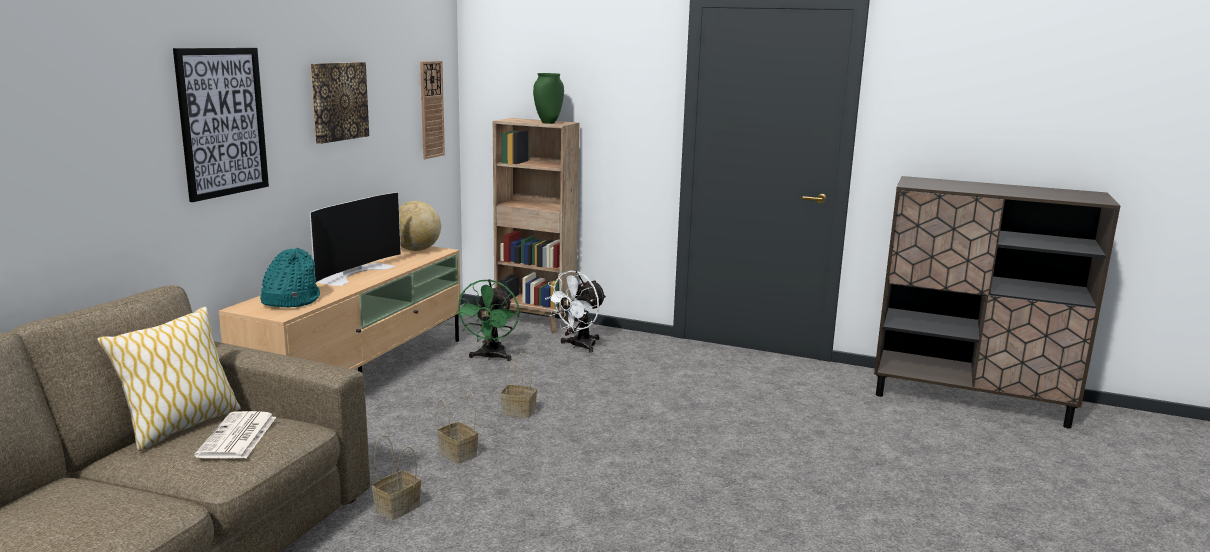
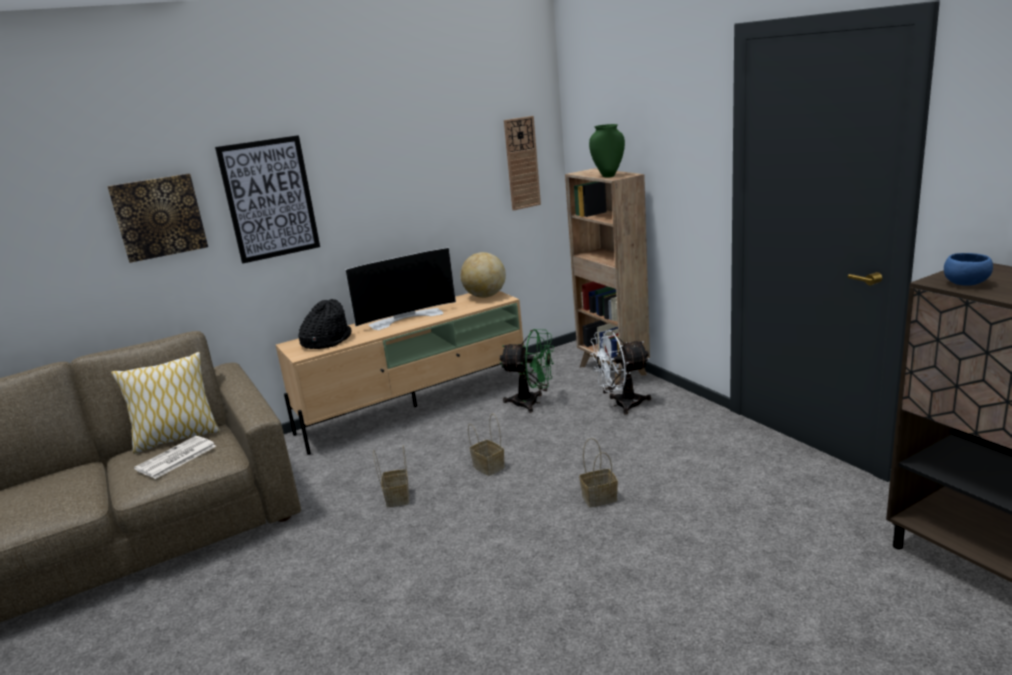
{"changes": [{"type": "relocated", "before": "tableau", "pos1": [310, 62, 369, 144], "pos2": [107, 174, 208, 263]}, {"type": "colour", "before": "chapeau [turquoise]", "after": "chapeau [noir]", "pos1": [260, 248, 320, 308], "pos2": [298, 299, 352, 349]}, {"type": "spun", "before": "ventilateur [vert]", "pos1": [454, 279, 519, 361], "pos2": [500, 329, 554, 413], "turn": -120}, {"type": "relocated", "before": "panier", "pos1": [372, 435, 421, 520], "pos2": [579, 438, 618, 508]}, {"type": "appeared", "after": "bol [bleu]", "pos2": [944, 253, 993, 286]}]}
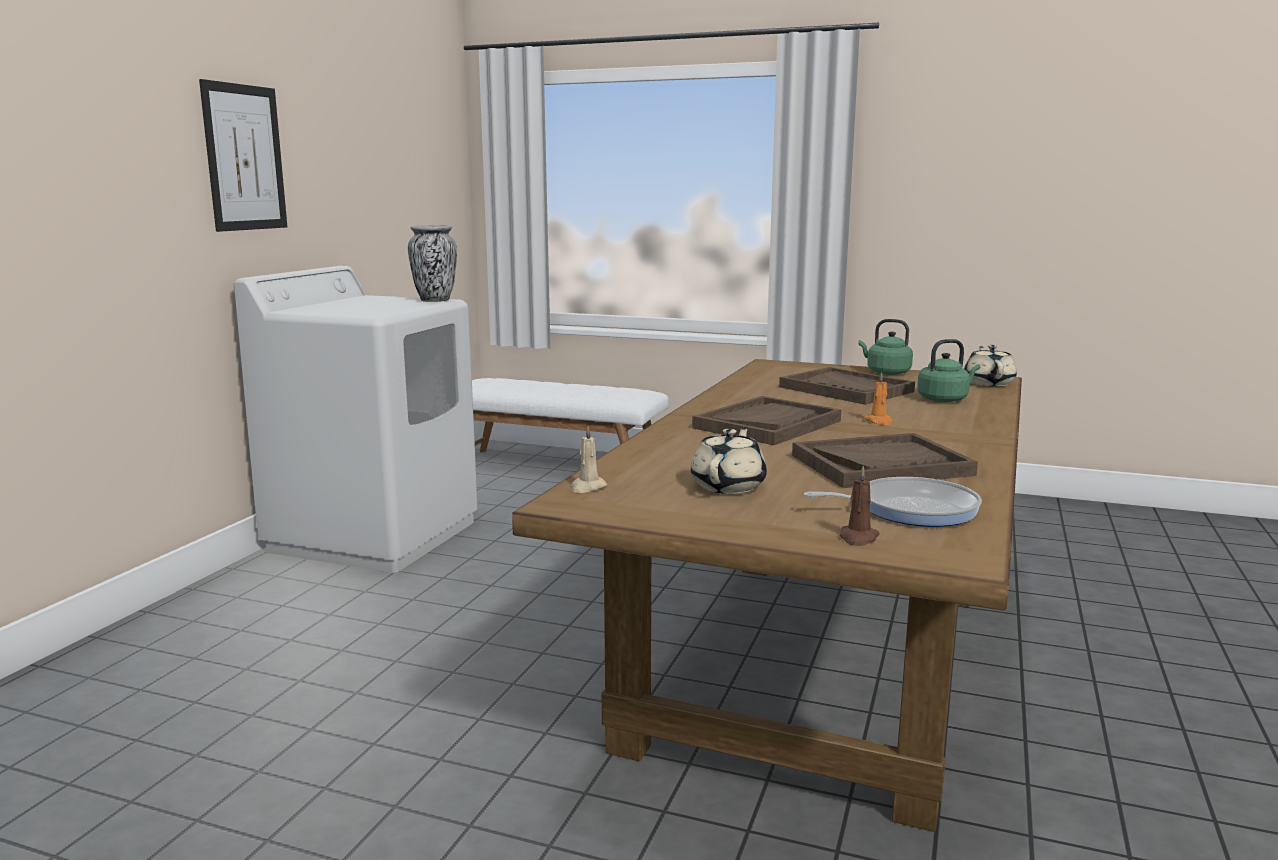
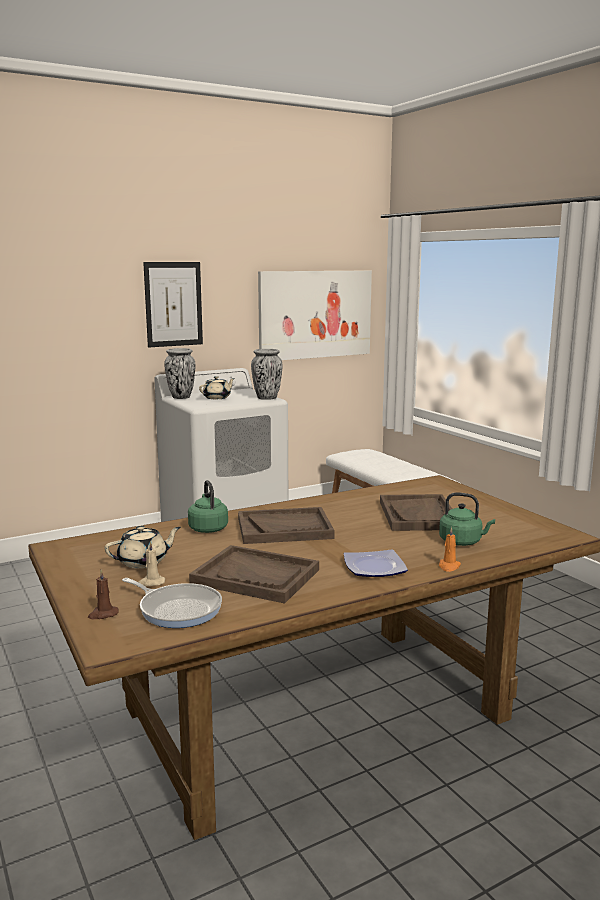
{"changes": [{"type": "relocated", "before": "bougie [beige]", "pos1": [571, 425, 607, 493], "pos2": [139, 541, 165, 586]}, {"type": "appeared", "after": "vase", "pos2": [164, 348, 195, 399]}, {"type": "relocated", "before": "bouilloire [vert]", "pos1": [859, 319, 913, 375], "pos2": [188, 480, 228, 533]}, {"type": "relocated", "before": "théière [beige]", "pos1": [964, 345, 1017, 387], "pos2": [199, 376, 235, 399]}, {"type": "appeared", "after": "tableau", "pos2": [258, 270, 372, 360]}, {"type": "appeared", "after": "assiette", "pos2": [344, 550, 408, 577]}, {"type": "relocated", "before": "bougie [orange]", "pos1": [864, 372, 892, 425], "pos2": [439, 527, 461, 572]}]}
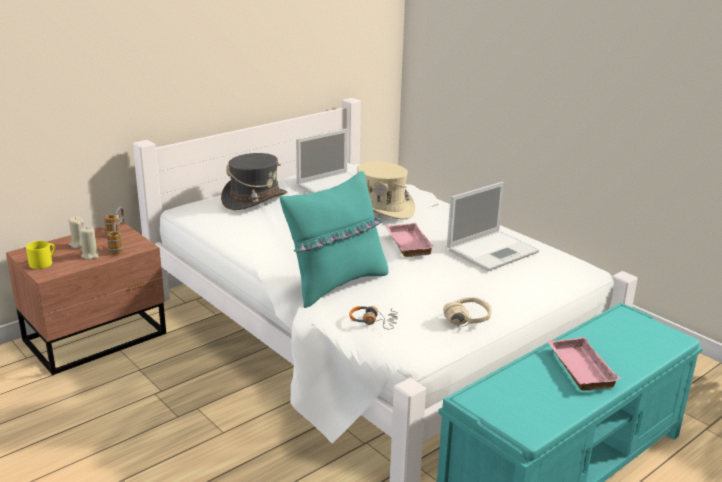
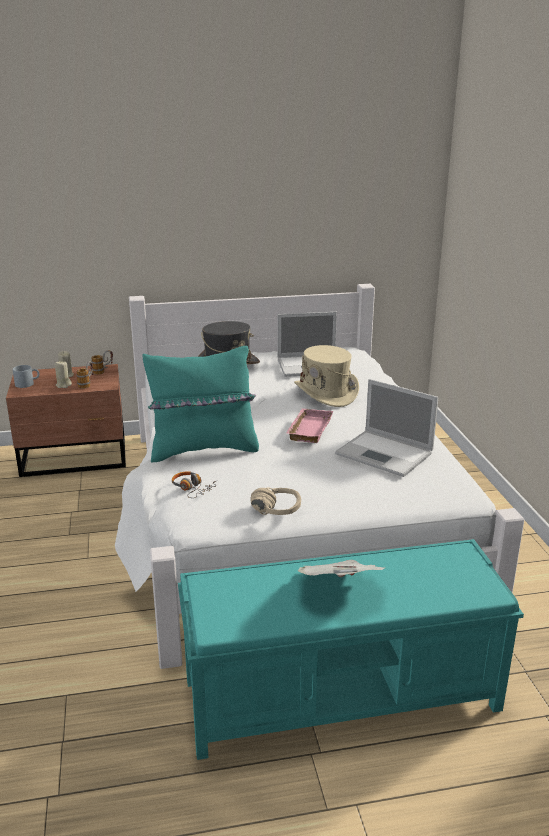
{"changes": [{"type": "colour", "before": "mug [jaune]", "after": "mug [gris]", "pos1": [26, 241, 56, 269], "pos2": [13, 365, 40, 388]}, {"type": "exchanged", "before": "plateau [rose]", "after": "journal", "pos1": [547, 337, 621, 391], "pos2": [297, 560, 384, 577]}, {"type": "spun", "before": "ordinateur portable", "pos1": [447, 182, 539, 271], "pos2": [335, 379, 438, 477], "turn": 45}]}
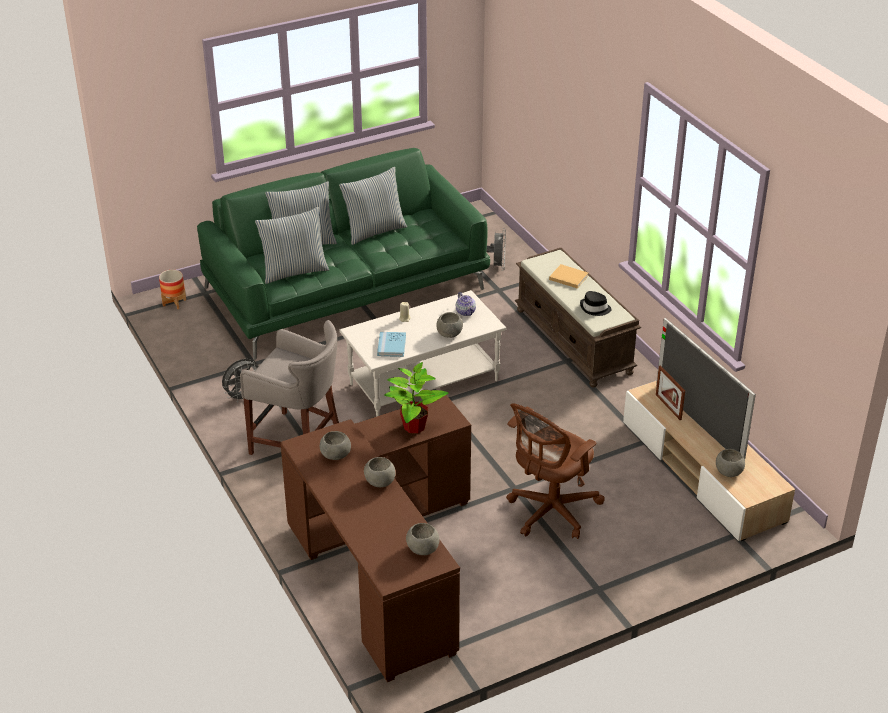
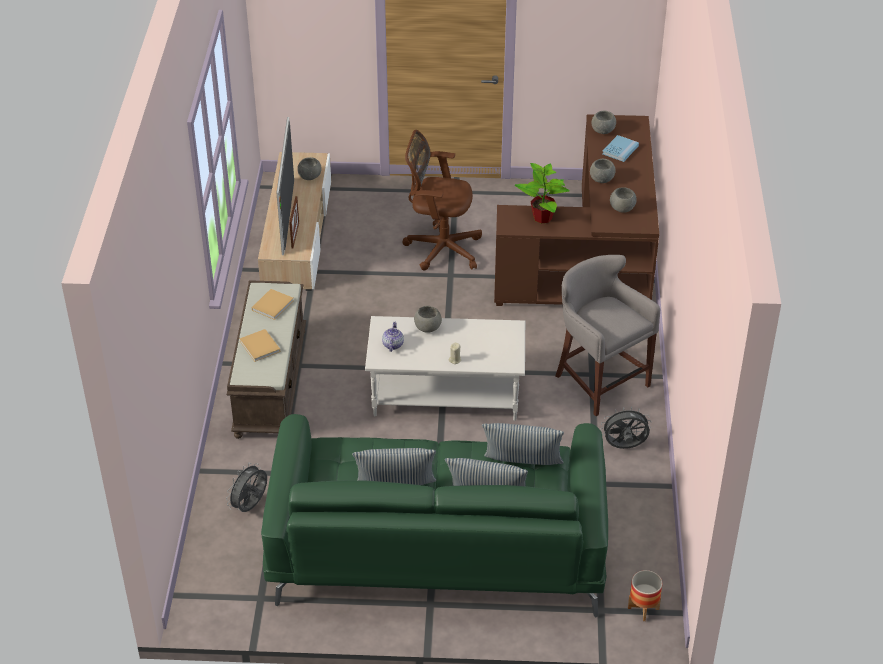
{"changes": [{"type": "exchanged", "before": "chapeau [noir]", "after": "livre [beige]", "pos1": [580, 291, 612, 316], "pos2": [252, 289, 294, 320]}, {"type": "spun", "before": "chaise de bureau [marron]", "pos1": [506, 403, 605, 539], "pos2": [402, 130, 482, 270], "turn": -150}, {"type": "relocated", "before": "livre [bleu]", "pos1": [377, 332, 406, 357], "pos2": [602, 135, 639, 162]}]}
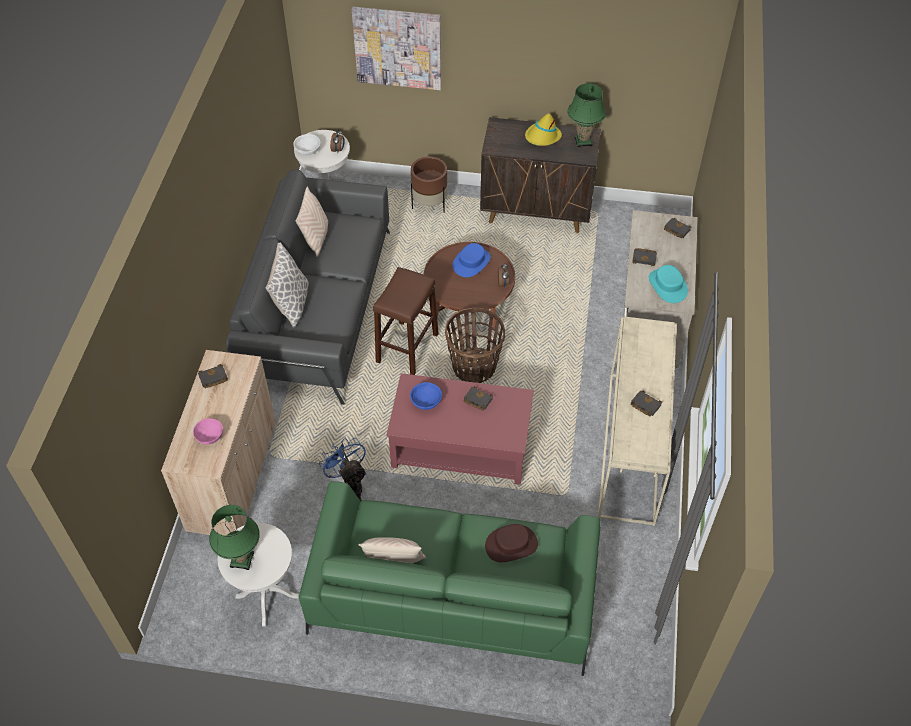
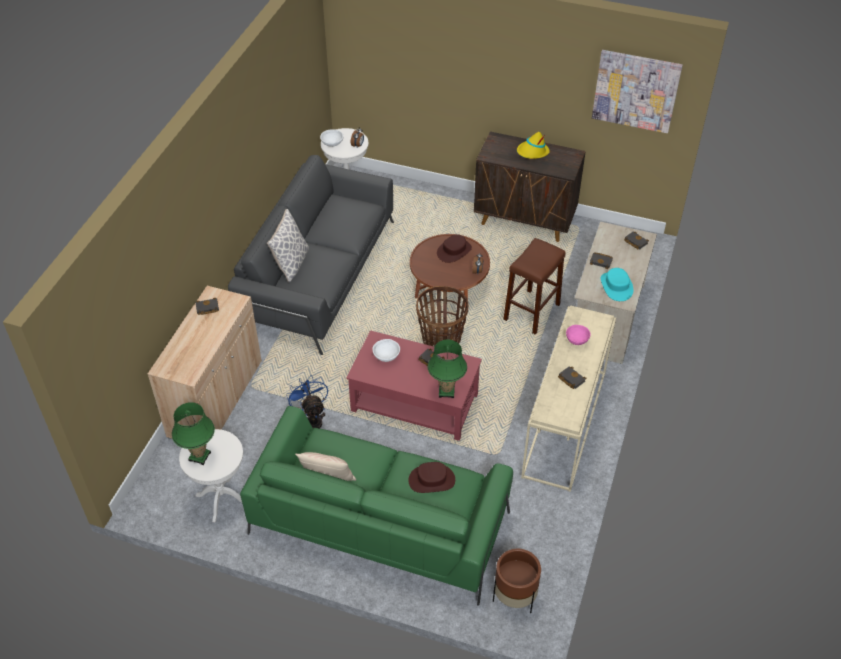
{"changes": [{"type": "colour", "before": "bol [bleu]", "after": "bol [blanc]", "pos1": [410, 382, 442, 410], "pos2": [372, 339, 400, 362]}, {"type": "relocated", "before": "lampe de table [vert]", "pos1": [567, 83, 606, 148], "pos2": [428, 339, 467, 398]}, {"type": "colour", "before": "chapeau [bleu]", "after": "chapeau [marron]", "pos1": [453, 243, 491, 277], "pos2": [437, 234, 472, 263]}, {"type": "relocated", "before": "cache-pot [marron]", "pos1": [411, 156, 448, 212], "pos2": [493, 549, 541, 613]}, {"type": "relocated", "before": "tabouret [marron]", "pos1": [373, 267, 438, 375], "pos2": [503, 238, 565, 335]}, {"type": "relocated", "before": "bol [rose]", "pos1": [193, 418, 223, 444], "pos2": [566, 325, 591, 345]}, {"type": "relocated", "before": "tableau", "pos1": [352, 7, 441, 90], "pos2": [592, 50, 683, 133]}, {"type": "missing", "before": "coussin [beige]", "pos1": [296, 186, 328, 257]}]}
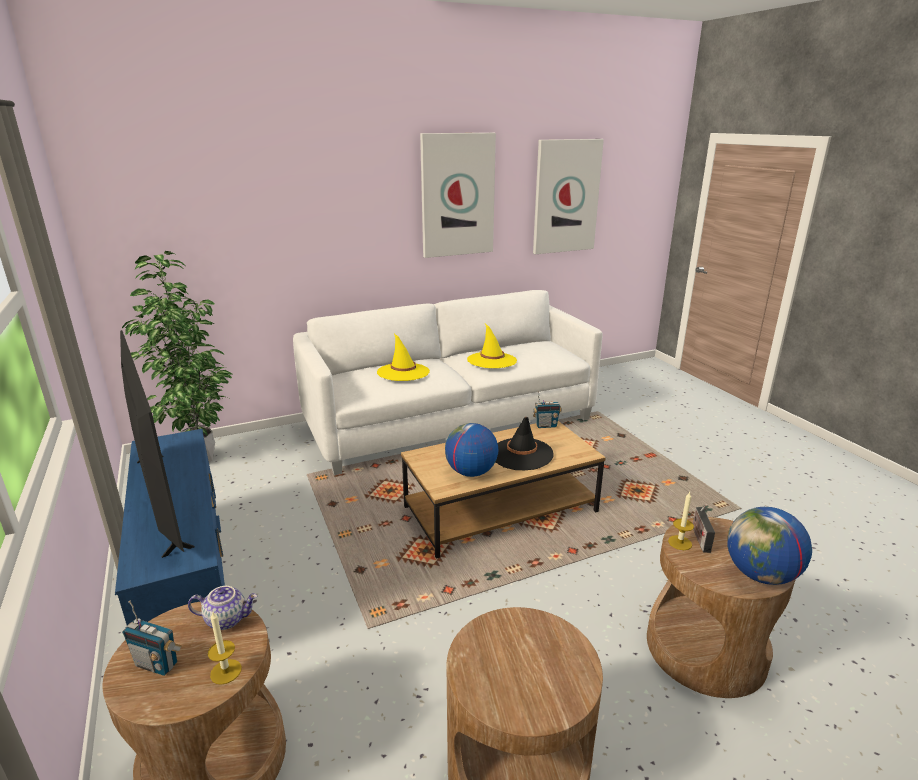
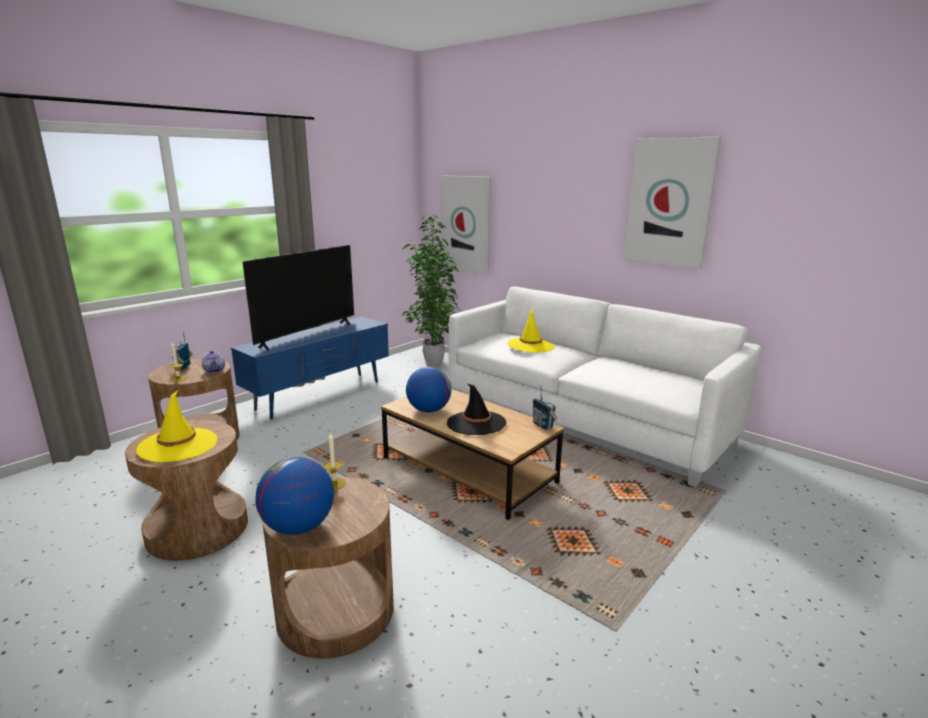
{"changes": [{"type": "relocated", "before": "chapeau [jaune]", "pos1": [467, 324, 517, 368], "pos2": [136, 390, 217, 462]}, {"type": "relocated", "before": "tableau", "pos1": [533, 139, 604, 254], "pos2": [441, 176, 491, 274]}, {"type": "missing", "before": "radio", "pos1": [693, 505, 715, 553]}]}
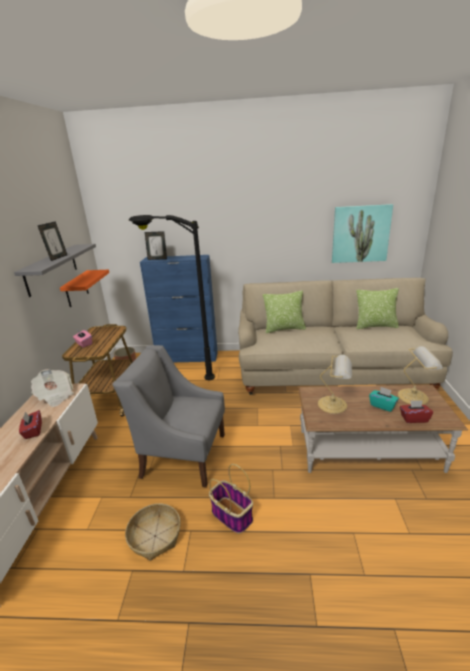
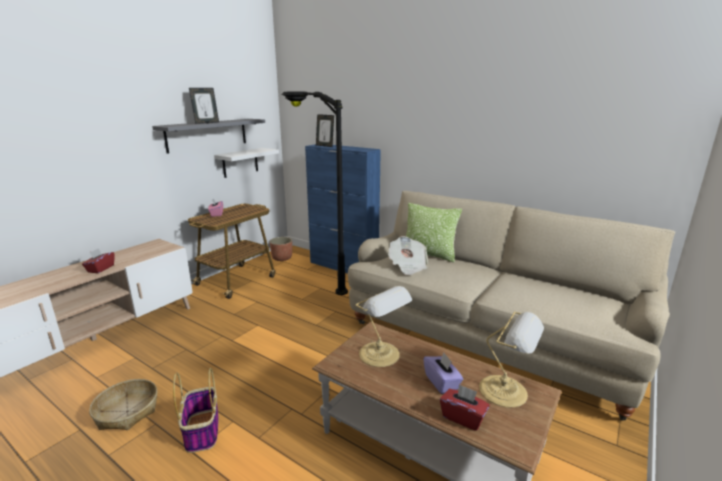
{"changes": [{"type": "colour", "before": "étagère [orange]", "after": "étagère [blanc]", "pos1": [60, 270, 109, 307], "pos2": [214, 148, 279, 178]}, {"type": "relocated", "before": "journal", "pos1": [31, 369, 74, 407], "pos2": [388, 236, 428, 275]}, {"type": "colour", "before": "boîte à mouchoirs [turquoise]", "after": "boîte à mouchoirs [violet]", "pos1": [369, 387, 399, 412], "pos2": [423, 353, 463, 394]}, {"type": "missing", "before": "fauteuil [gris]", "pos1": [112, 345, 225, 488]}, {"type": "missing", "before": "tableau", "pos1": [332, 204, 393, 263]}, {"type": "missing", "before": "coussin", "pos1": [356, 288, 399, 329]}]}
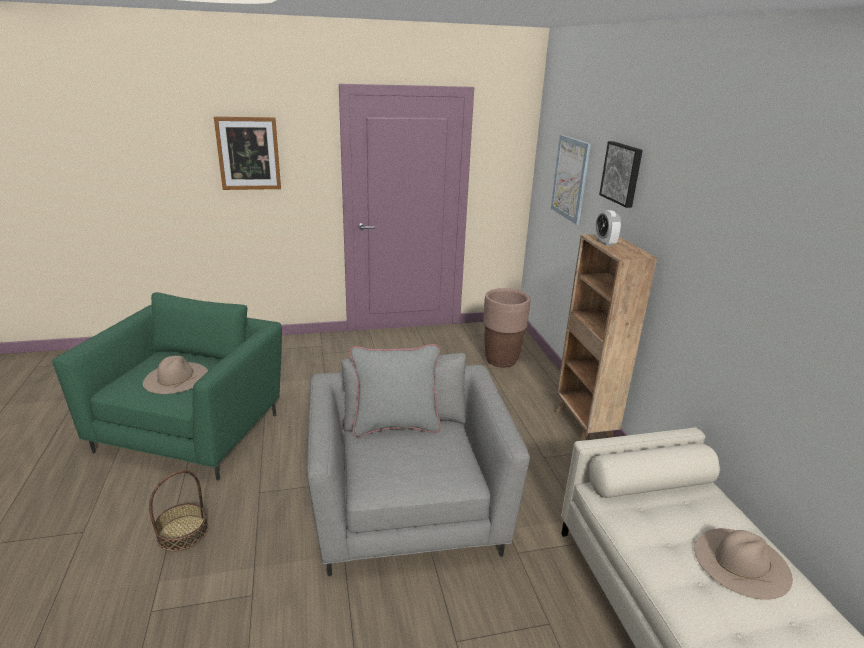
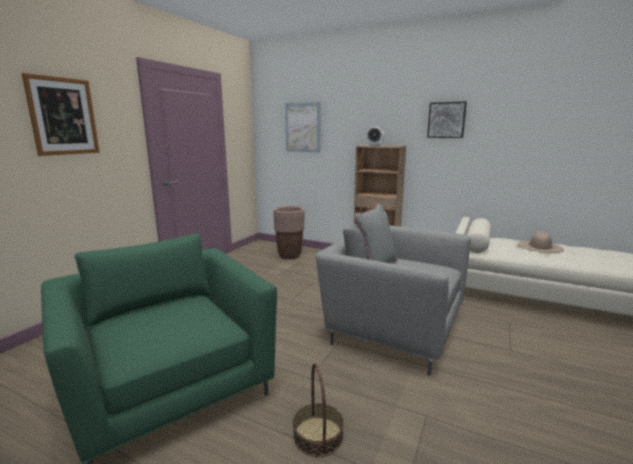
{"changes": [{"type": "relocated", "before": "tableau", "pos1": [599, 141, 643, 208], "pos2": [427, 101, 467, 138]}, {"type": "missing", "before": "chapeau [beige]", "pos1": [143, 356, 208, 394]}]}
